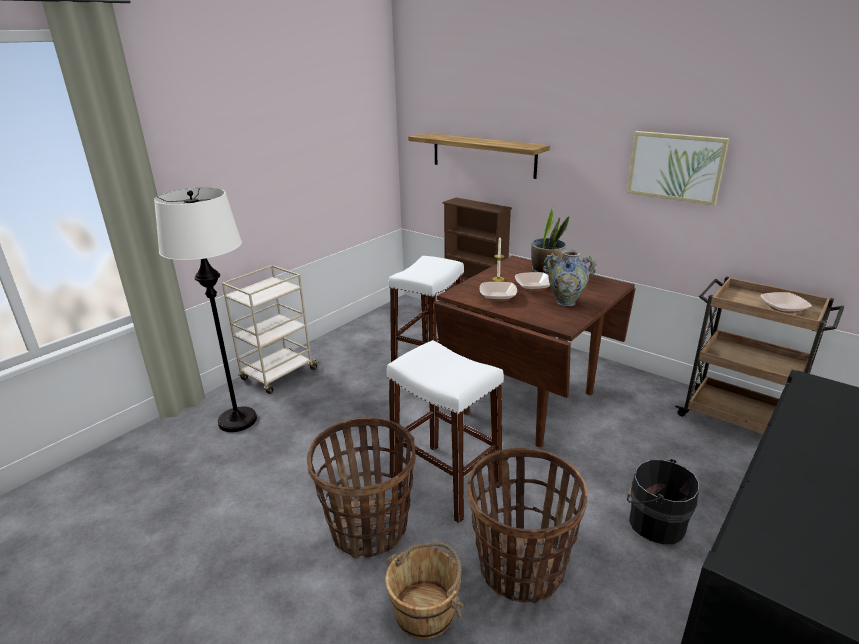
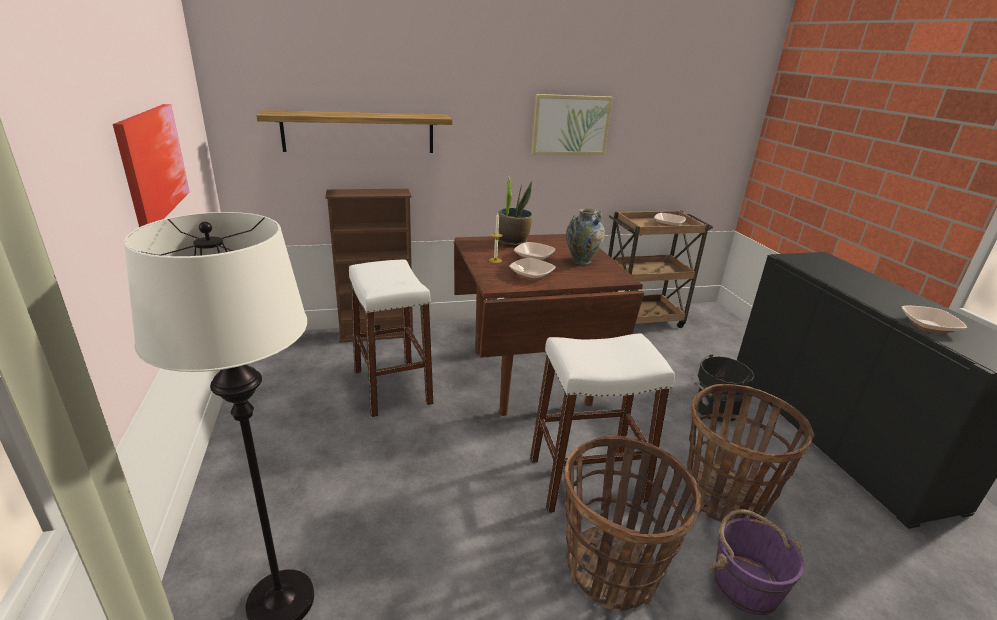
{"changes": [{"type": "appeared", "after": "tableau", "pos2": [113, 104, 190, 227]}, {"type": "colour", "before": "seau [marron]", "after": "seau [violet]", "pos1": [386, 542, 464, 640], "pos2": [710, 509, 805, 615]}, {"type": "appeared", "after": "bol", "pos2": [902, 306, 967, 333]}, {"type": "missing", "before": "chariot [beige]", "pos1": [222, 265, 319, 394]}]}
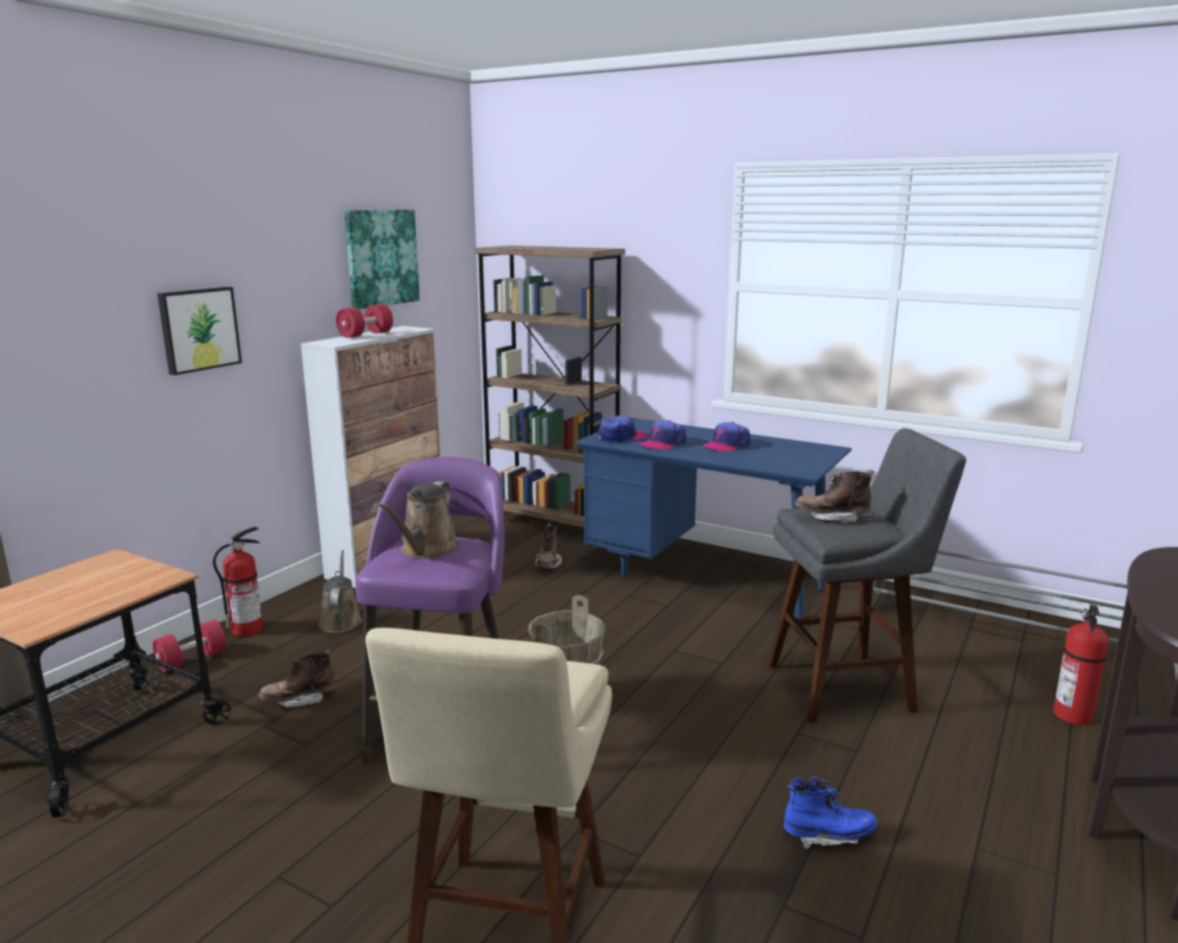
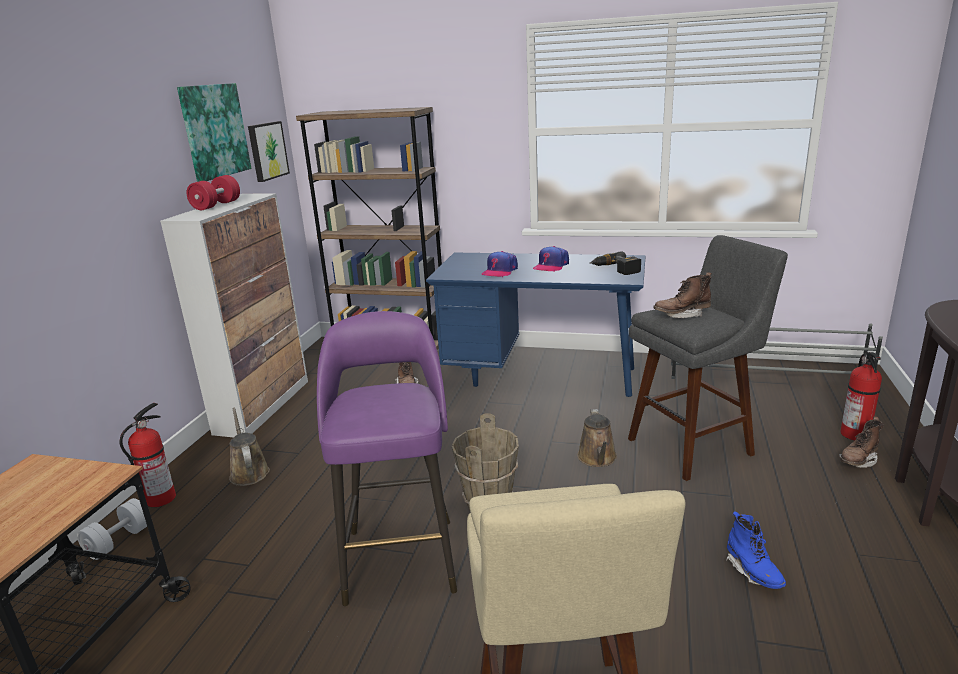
{"changes": [{"type": "colour", "before": "haltère [rouge]", "after": "haltère [blanc]", "pos1": [153, 620, 226, 672], "pos2": [77, 498, 147, 560]}, {"type": "relocated", "before": "tableau", "pos1": [157, 287, 242, 375], "pos2": [248, 121, 290, 182]}, {"type": "relocated", "before": "arrosoir [marron]", "pos1": [379, 481, 459, 559], "pos2": [578, 409, 617, 467]}, {"type": "appeared", "after": "perceuse", "pos2": [590, 251, 641, 275]}, {"type": "spun", "before": "botte [bleu]", "pos1": [784, 776, 877, 850], "pos2": [726, 511, 786, 589], "turn": 90}, {"type": "relocated", "before": "botte [marron]", "pos1": [259, 650, 335, 707], "pos2": [839, 417, 884, 468]}, {"type": "missing", "before": "casquette", "pos1": [598, 416, 647, 443]}]}
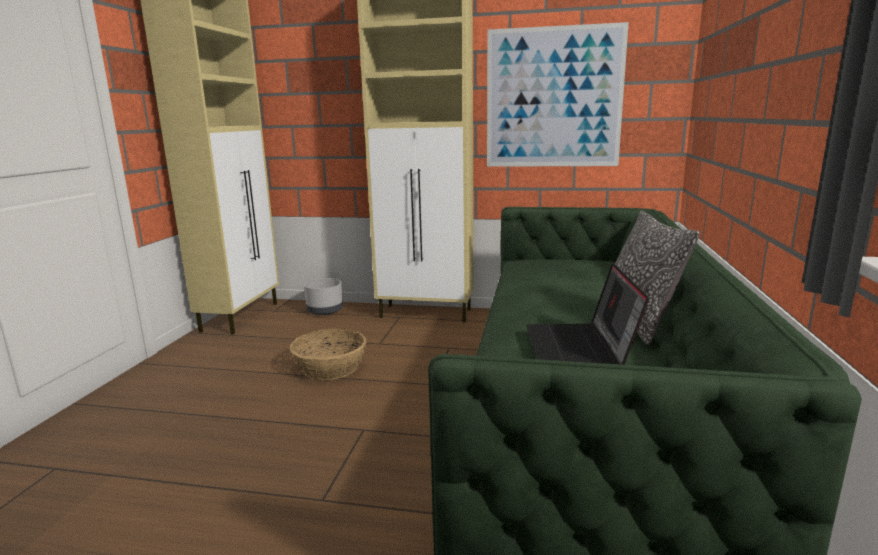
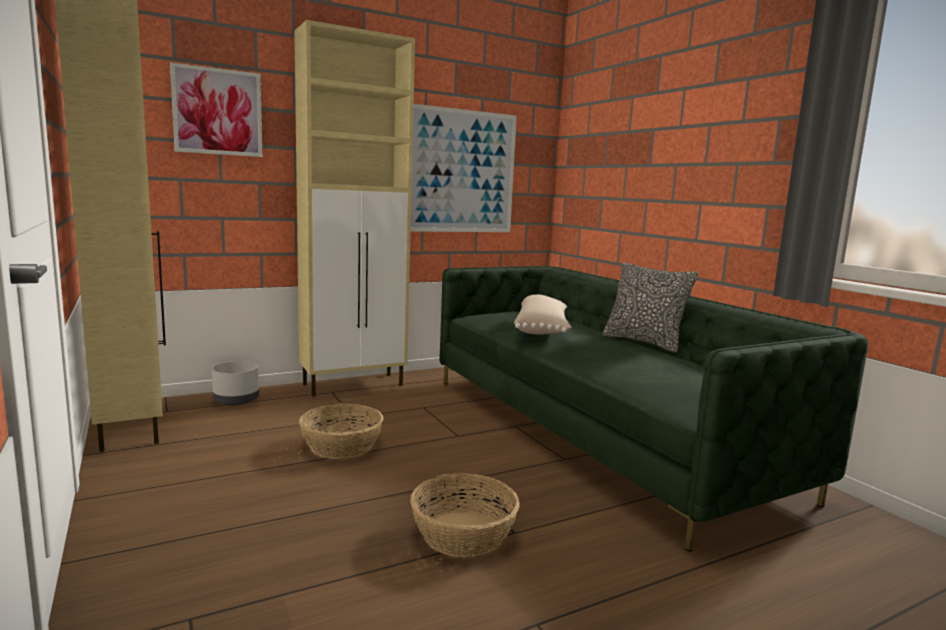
{"changes": [{"type": "appeared", "after": "tableau", "pos2": [170, 63, 262, 157]}, {"type": "appeared", "after": "panier", "pos2": [410, 473, 520, 558]}, {"type": "appeared", "after": "coussin [beige]", "pos2": [514, 294, 572, 334]}, {"type": "missing", "before": "ordinateur portable", "pos1": [526, 263, 649, 365]}]}
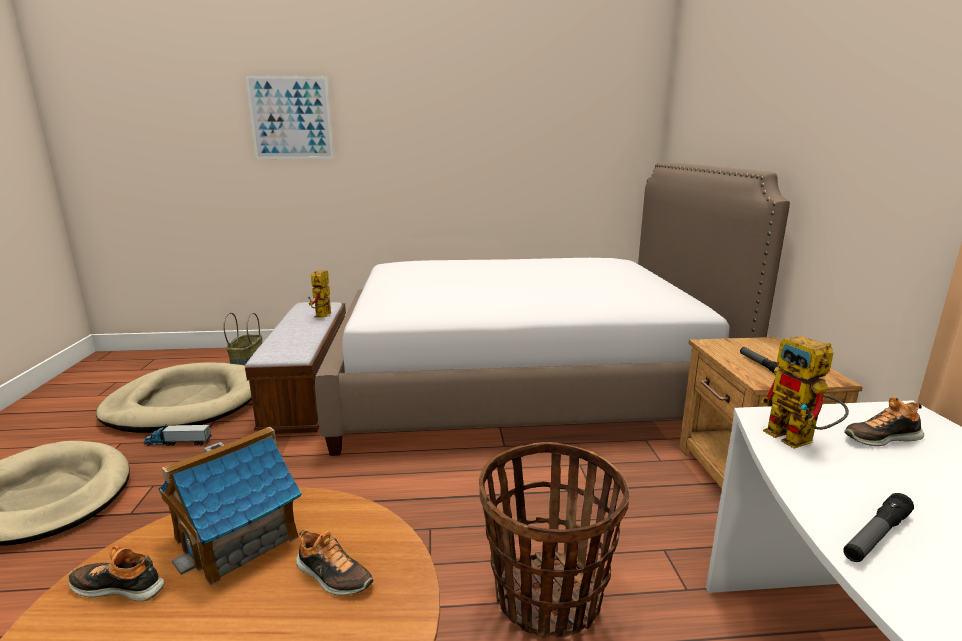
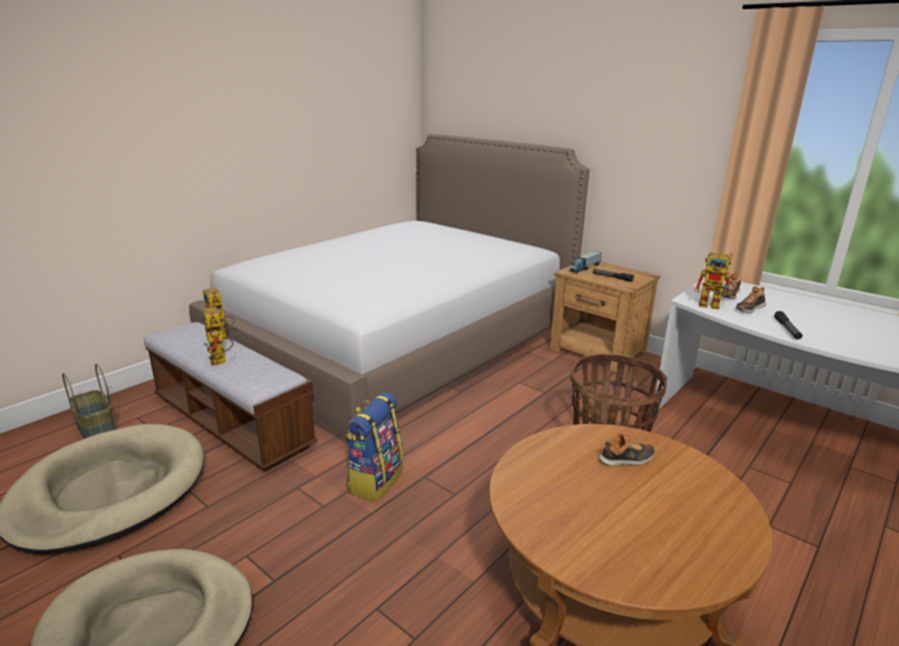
{"changes": [{"type": "appeared", "after": "robot jouet", "pos2": [203, 307, 234, 366]}, {"type": "appeared", "after": "sac à dos", "pos2": [346, 392, 403, 502]}, {"type": "relocated", "before": "camion jouet", "pos1": [144, 424, 211, 446], "pos2": [569, 251, 602, 273]}, {"type": "relocated", "before": "chaussure", "pos1": [68, 545, 165, 601], "pos2": [736, 286, 766, 313]}, {"type": "missing", "before": "maison miniature", "pos1": [158, 427, 302, 586]}, {"type": "missing", "before": "tableau", "pos1": [245, 76, 334, 159]}]}
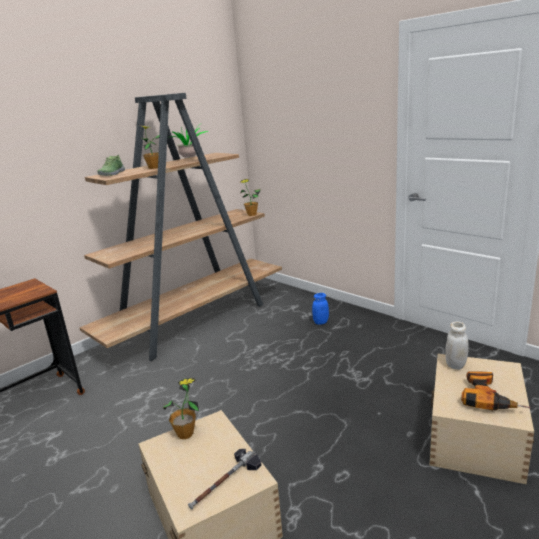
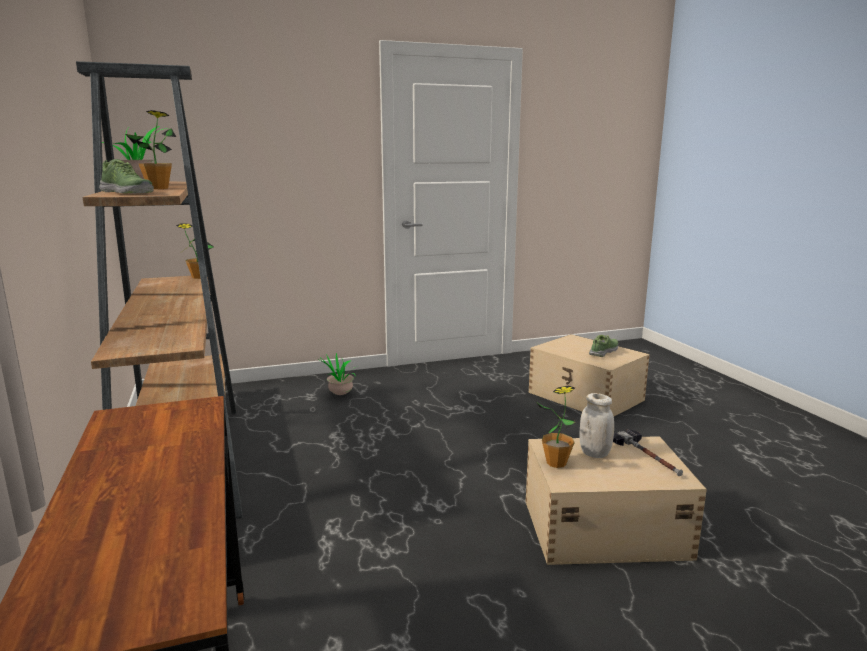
{"changes": [{"type": "exchanged", "before": "bocal [bleu]", "after": "plante en pot", "pos1": [312, 293, 329, 325], "pos2": [317, 353, 359, 395]}, {"type": "relocated", "before": "bocal [blanc]", "pos1": [445, 321, 469, 370], "pos2": [579, 393, 614, 458]}, {"type": "exchanged", "before": "perceuse", "after": "chaussure", "pos1": [461, 371, 531, 410], "pos2": [589, 335, 618, 357]}]}
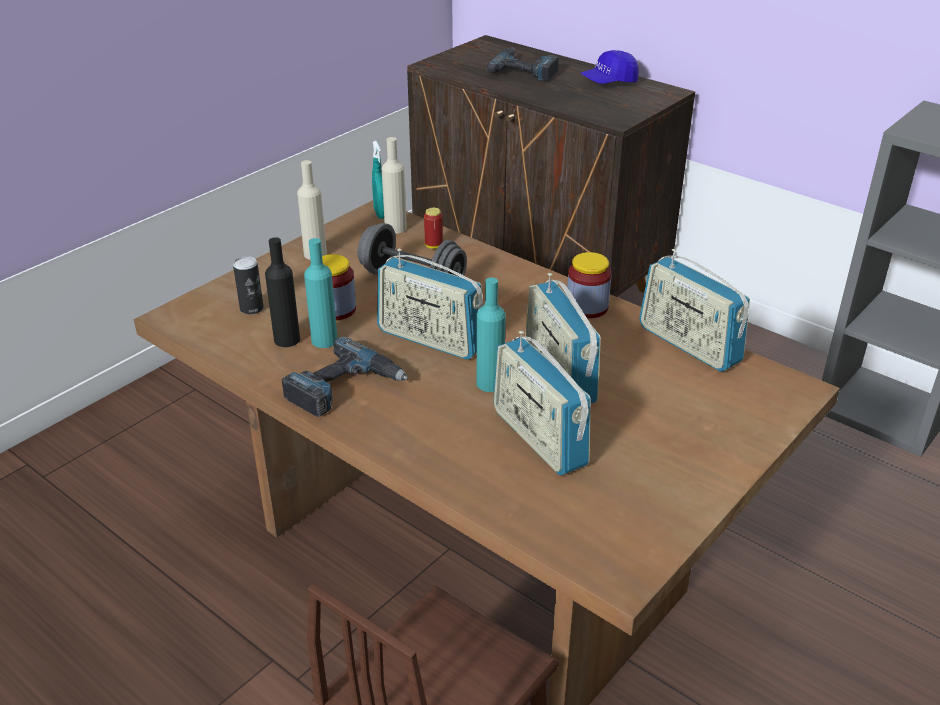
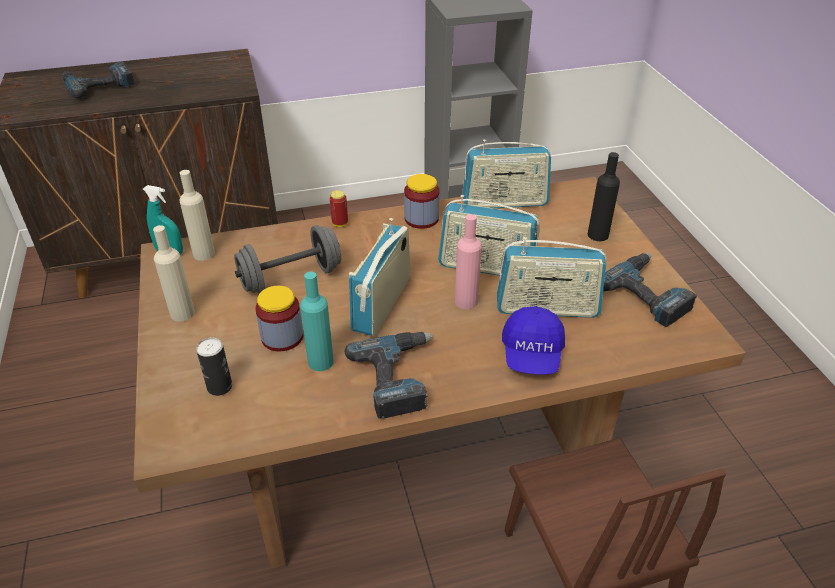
{"changes": [{"type": "relocated", "before": "boîte métallique", "pos1": [424, 208, 443, 249], "pos2": [330, 190, 348, 227]}, {"type": "spun", "before": "radio", "pos1": [377, 249, 483, 360], "pos2": [349, 218, 410, 337], "turn": 135}, {"type": "colour", "before": "bouteille [turquoise]", "after": "bouteille [rose]", "pos1": [477, 278, 506, 392], "pos2": [455, 214, 482, 309]}, {"type": "relocated", "before": "casquette [bleu]", "pos1": [580, 50, 639, 84], "pos2": [502, 306, 565, 375]}, {"type": "relocated", "before": "bouteille [noir]", "pos1": [265, 237, 300, 347], "pos2": [588, 152, 620, 241]}, {"type": "appeared", "after": "perceuse", "pos2": [603, 253, 697, 327]}]}
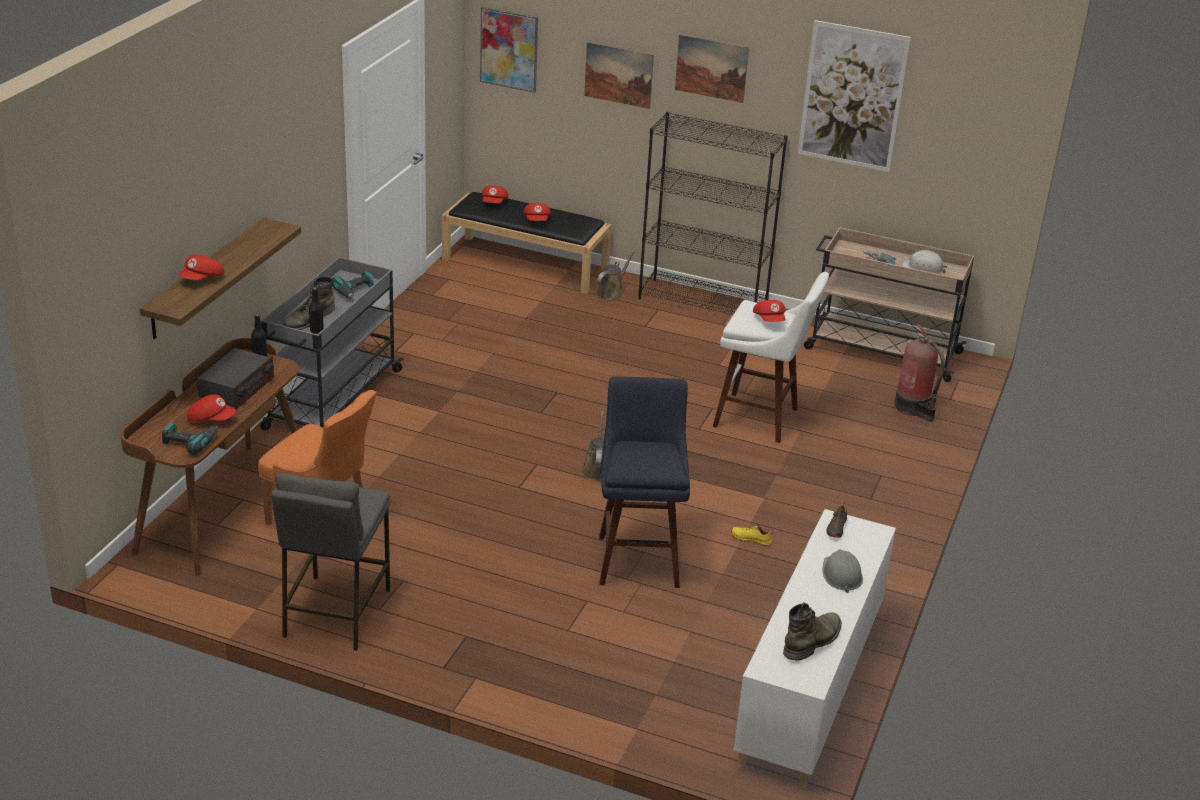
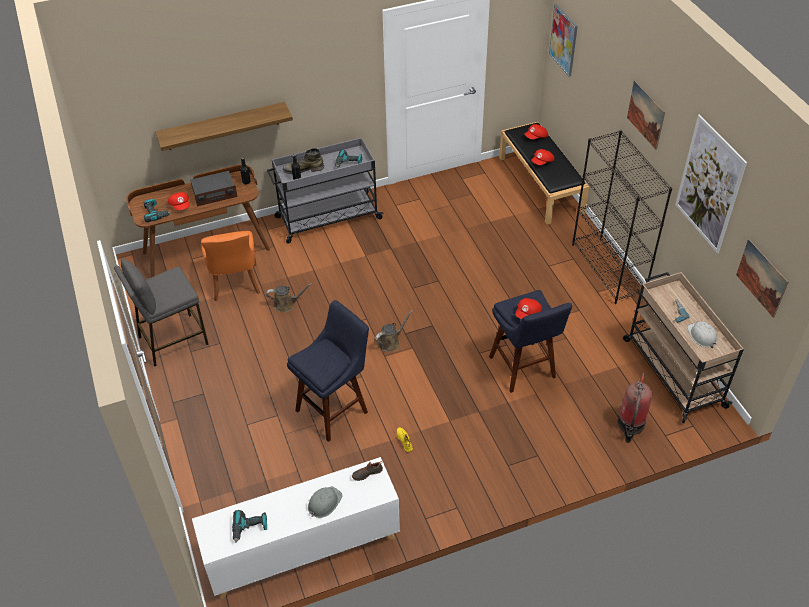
{"changes": [{"type": "exchanged", "before": "botte [vert]", "after": "perceuse", "pos1": [783, 602, 842, 661], "pos2": [232, 510, 267, 543]}, {"type": "relocated", "before": "arrosoir [marron]", "pos1": [596, 249, 636, 300], "pos2": [266, 283, 312, 312]}, {"type": "colour", "before": "tabouret [blanc]", "after": "tabouret [bleu]", "pos1": [713, 272, 829, 443], "pos2": [489, 290, 572, 393]}, {"type": "relocated", "before": "tableau", "pos1": [584, 42, 654, 109], "pos2": [736, 239, 789, 318]}, {"type": "missing", "before": "casquette [rouge]", "pos1": [178, 254, 224, 280]}]}
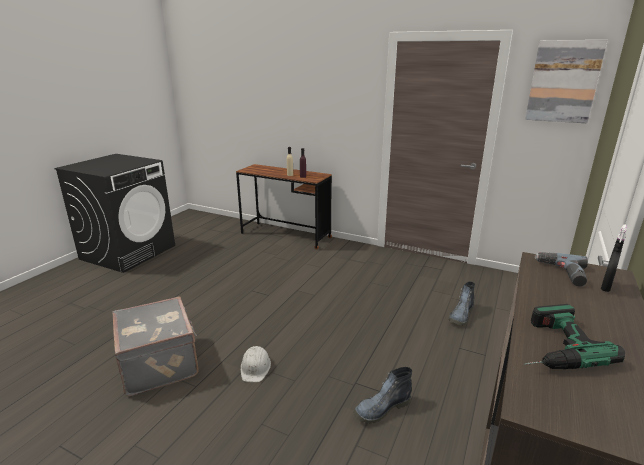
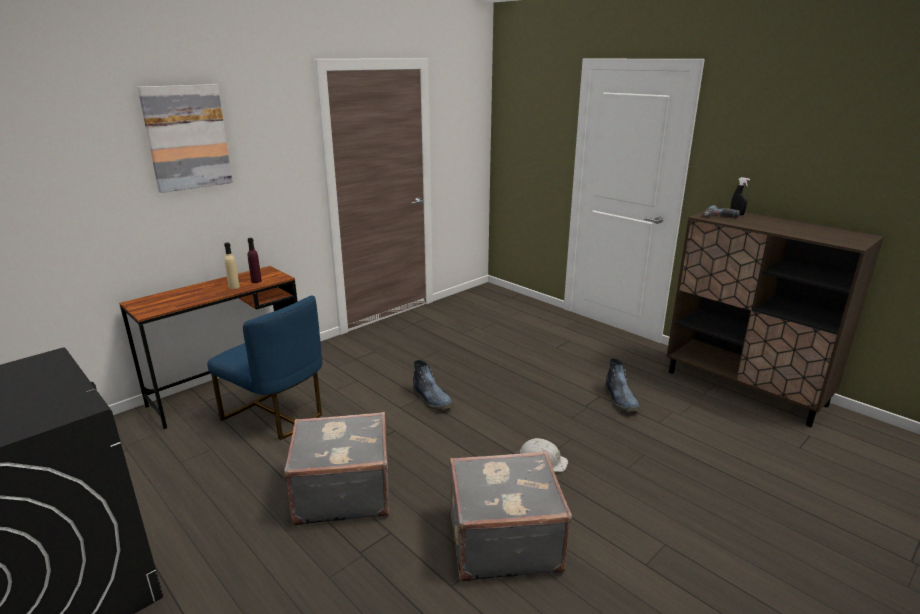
{"changes": [{"type": "relocated", "before": "tableau", "pos1": [525, 40, 608, 123], "pos2": [137, 84, 233, 193]}, {"type": "appeared", "after": "chaise [bleu]", "pos2": [207, 295, 322, 440]}, {"type": "appeared", "after": "valise [gris]", "pos2": [284, 412, 389, 526]}, {"type": "relocated", "before": "botte", "pos1": [449, 282, 475, 325], "pos2": [413, 360, 454, 410]}, {"type": "missing", "before": "perceuse", "pos1": [525, 304, 625, 369]}]}
